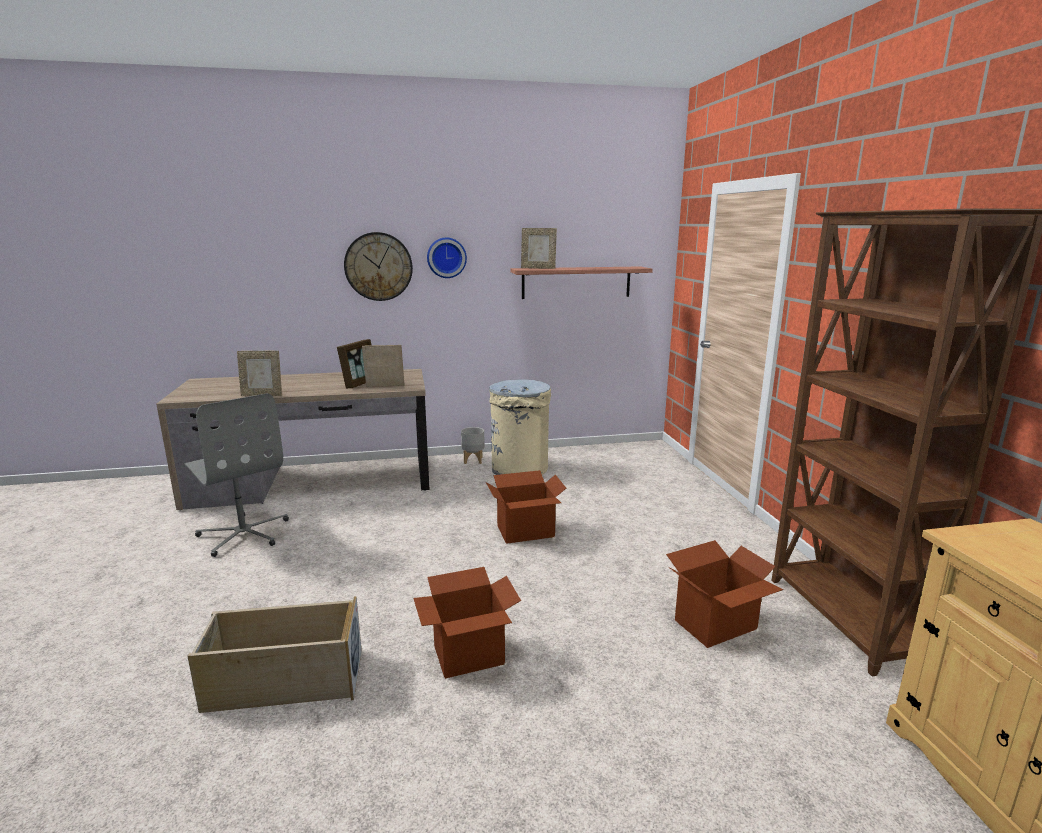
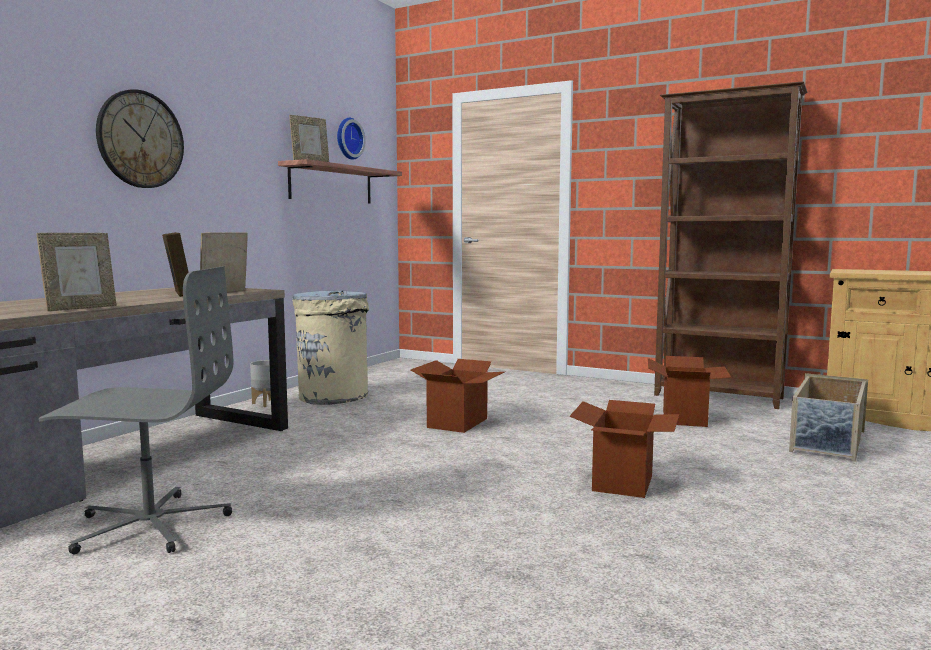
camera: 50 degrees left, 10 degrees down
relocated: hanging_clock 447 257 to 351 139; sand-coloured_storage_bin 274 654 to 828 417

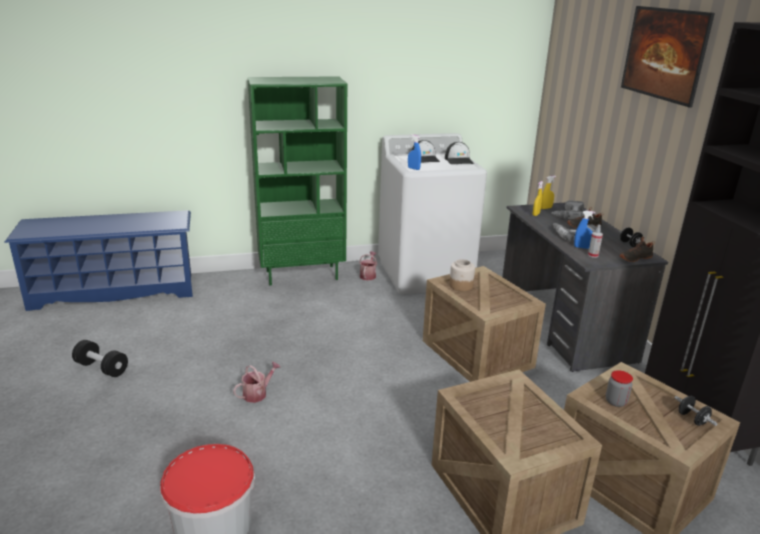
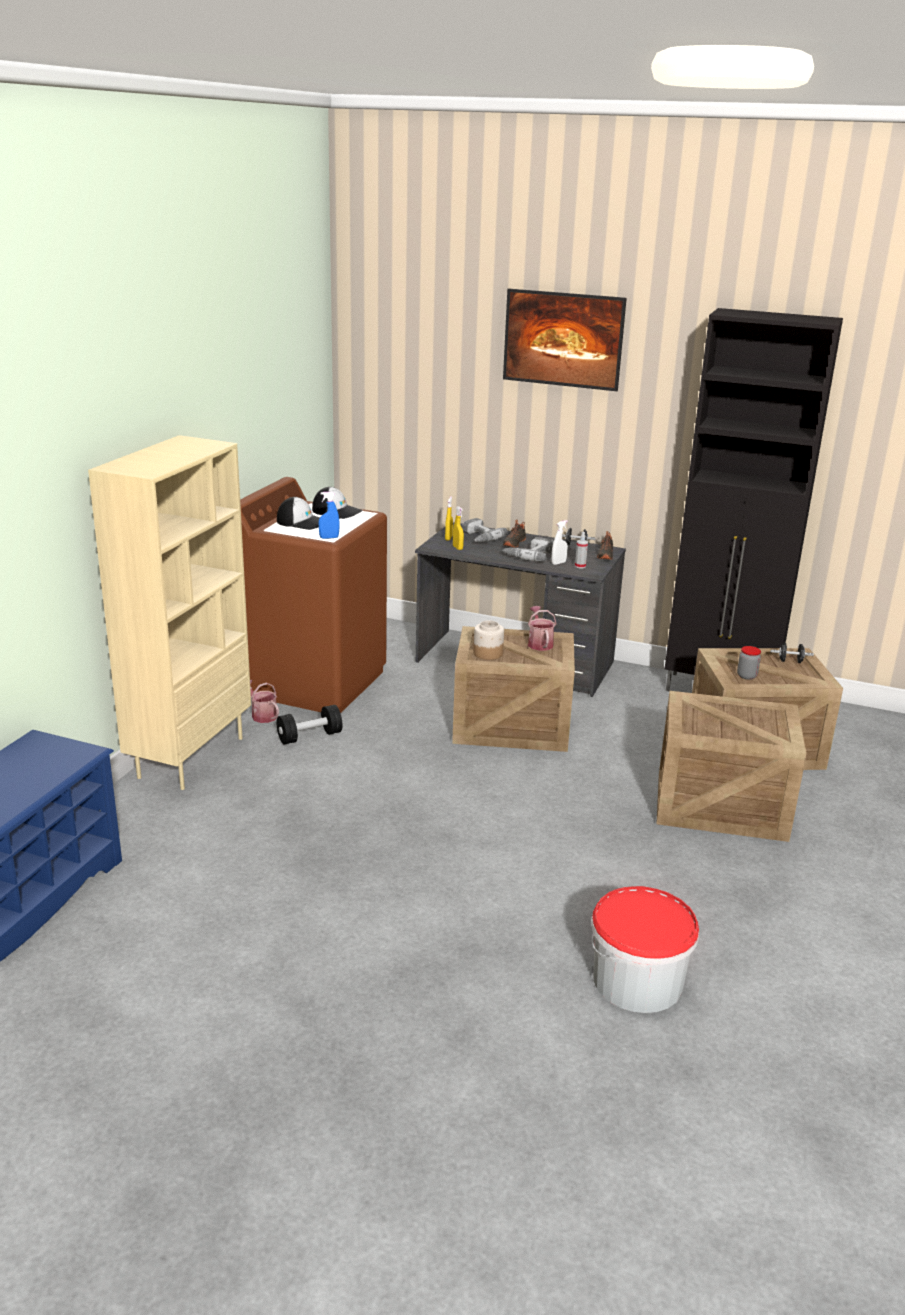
camera: 55 degrees left, 0 degrees up
relocated: black-coloured_hand_weight 100 358 to 309 724; watering_can 257 382 to 542 628
colour: greenish_shelving_unit 297 181 to sand-coloured_shelving_unit 169 612; white-coloured_laundry_machine 432 213 to brown-coloured_laundry_machine 313 595; blue-coloured_spray_bottle 585 230 to white-coloured_spray_bottle 560 542

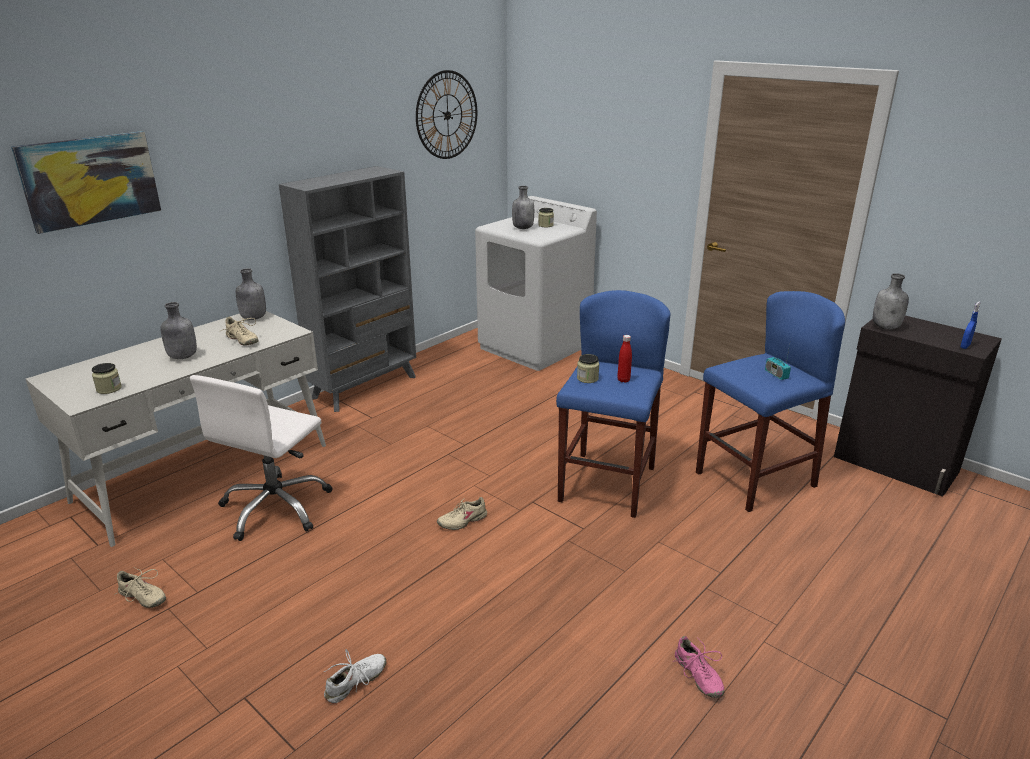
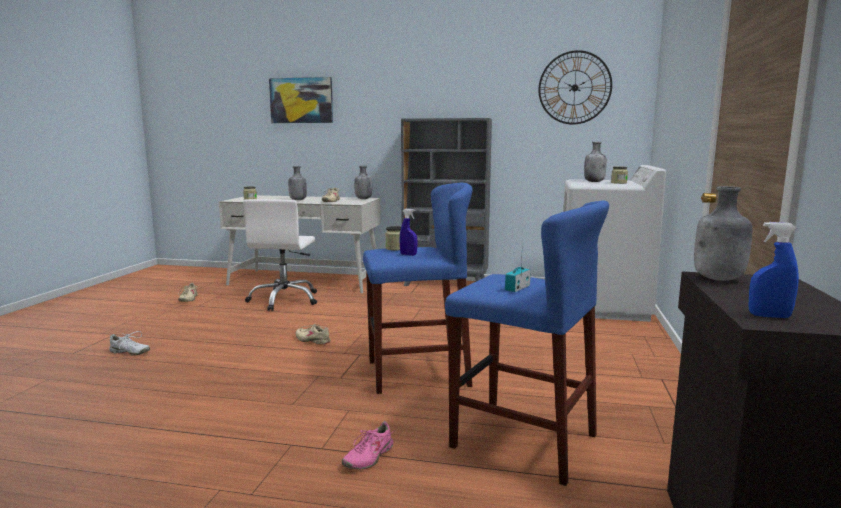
camera: 60 degrees right, 15 degrees down
relocated: pink_shoe 699 667 to 368 445
exchanged: red_bottle 624 359 to blue-coloured_spray_bottle 408 232
spun: white-coloured_office_chair 261 458 = 280 255 75 degrees counterclockwise

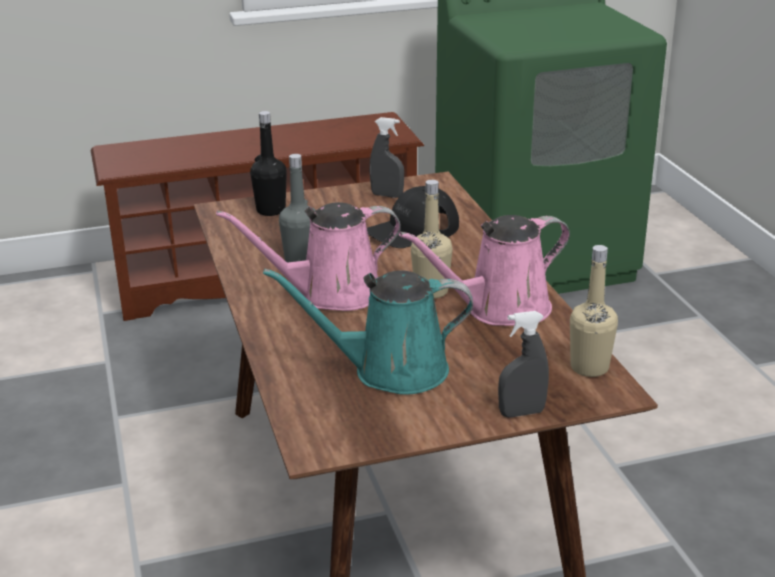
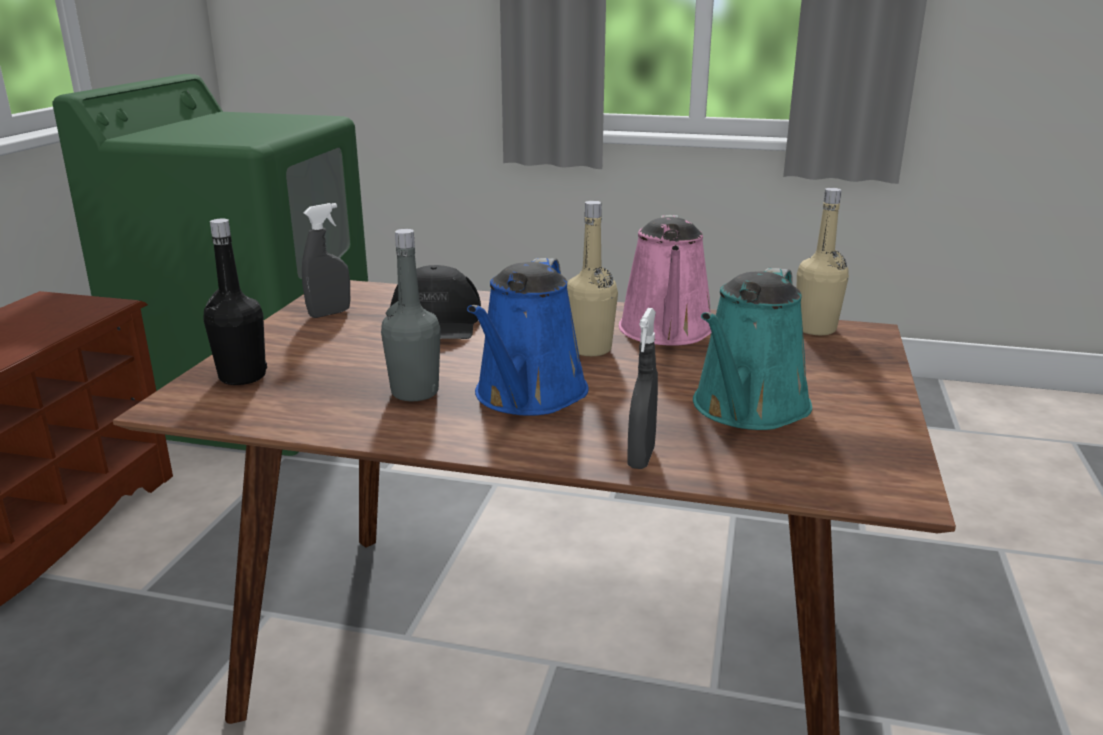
camera: 60 degrees left, 5 degrees down
relocated: grey_spray_bottle 523 364 to 642 388
colour: pink_watering_can 308 256 to blue-coloured_watering_can 528 337

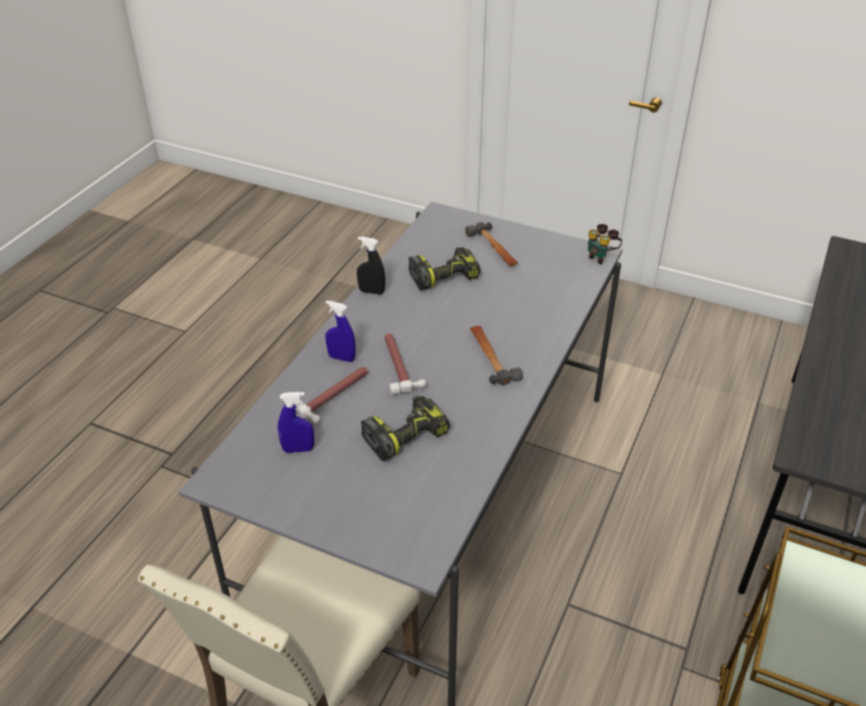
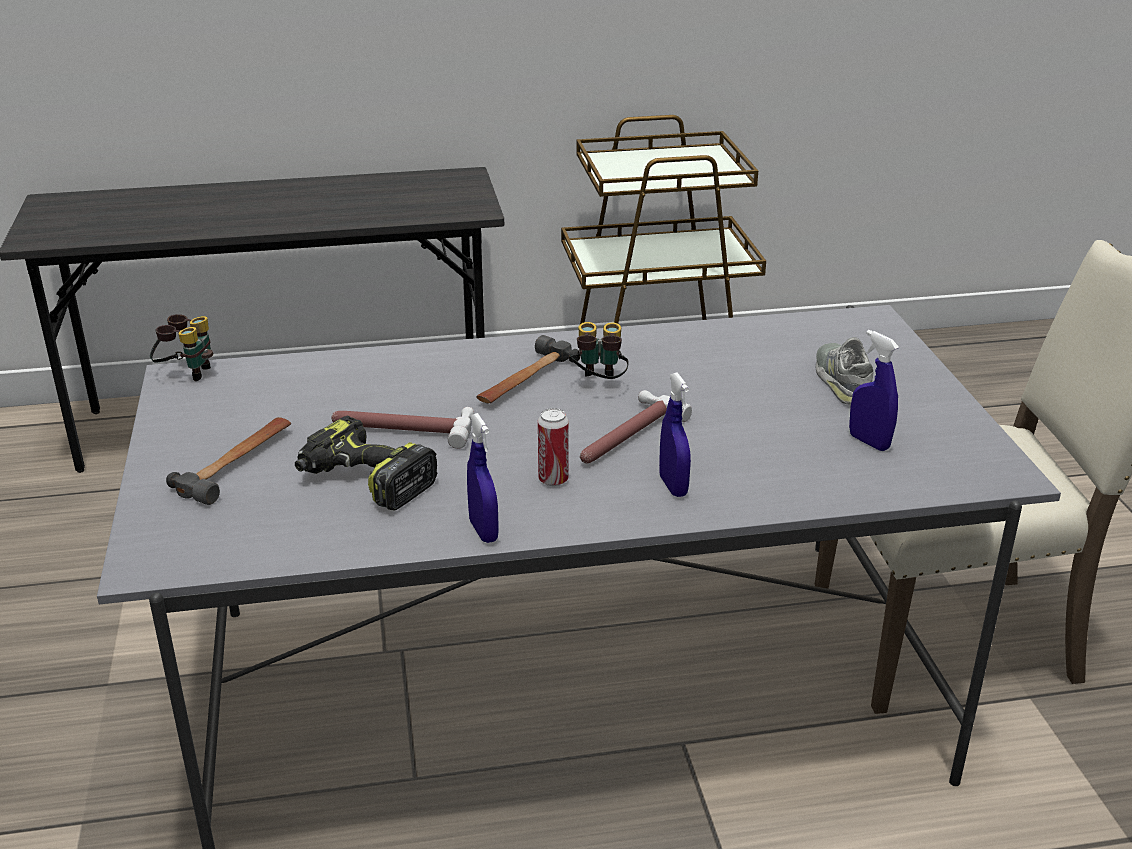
camera: 125 degrees left, 10 degrees down
missing: power_drill 405 428
appeared: sealed_can 553 447; binoculars 599 350; grey_shoe 845 371
relocated: hand_hammer 331 395 to 402 428
colour: black-coloured_spray_bottle 371 266 to blue-coloured_spray_bottle 483 478

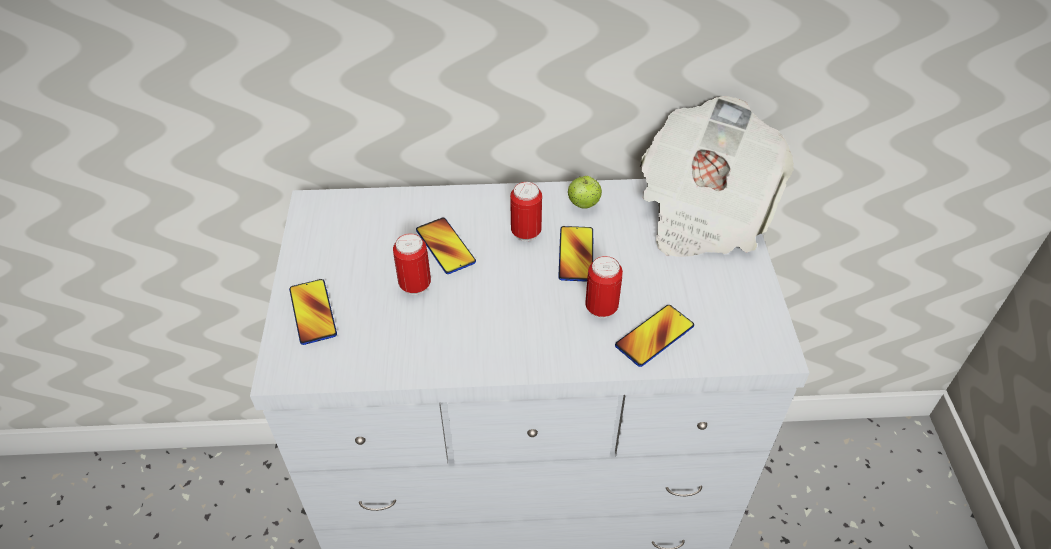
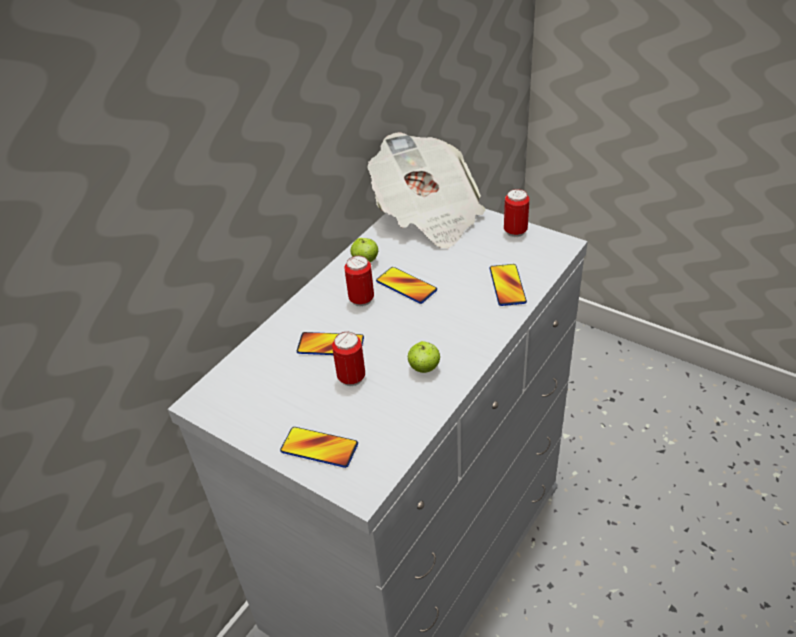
camera: 50 degrees left, 5 degrees down
appeared: apple 424 357
relocated: sealed_can 604 287 to 516 213

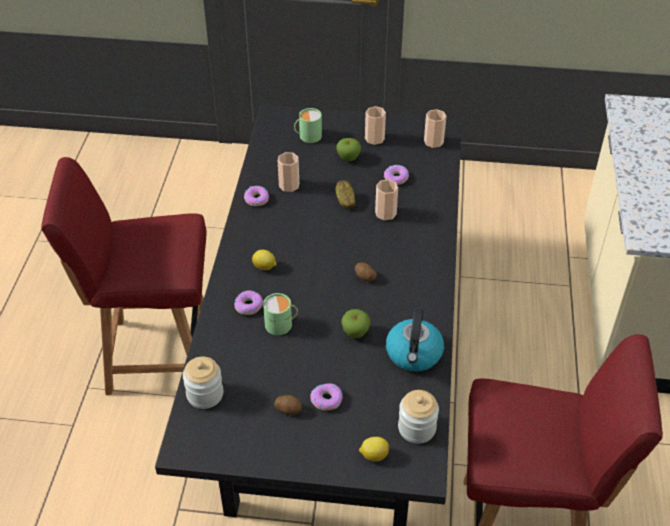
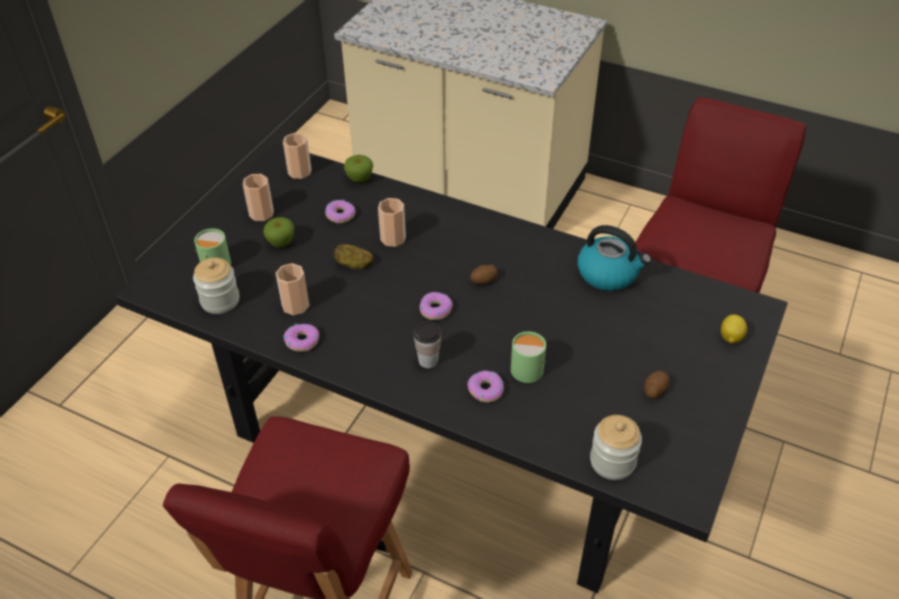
camera: 70 degrees left, 0 degrees up
relocated: jar 418 417 to 216 286; apple 356 323 to 358 168; doughnut 326 396 to 436 306
exchanged: whole_lemon 264 260 to small_cup 427 344

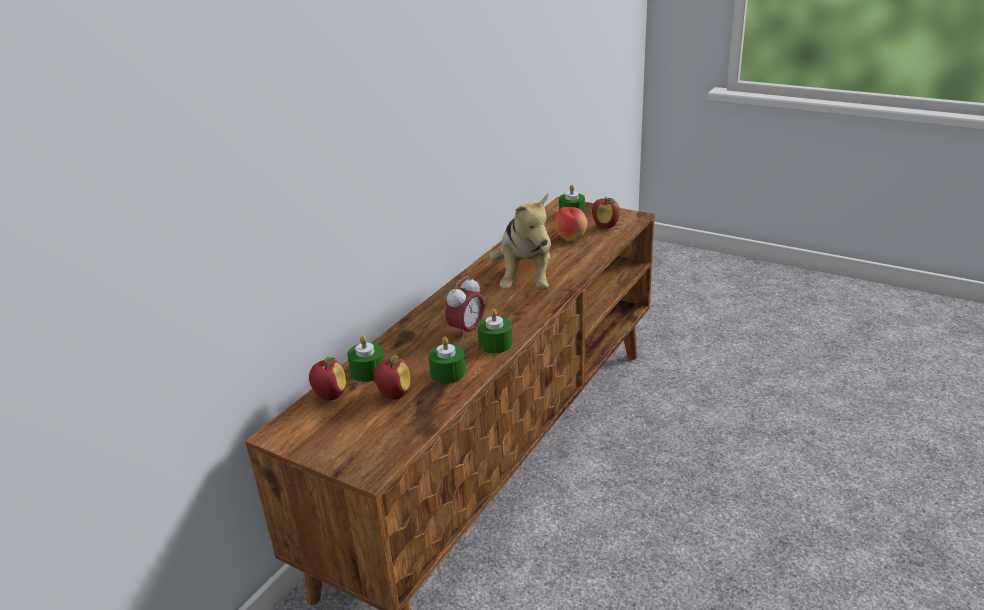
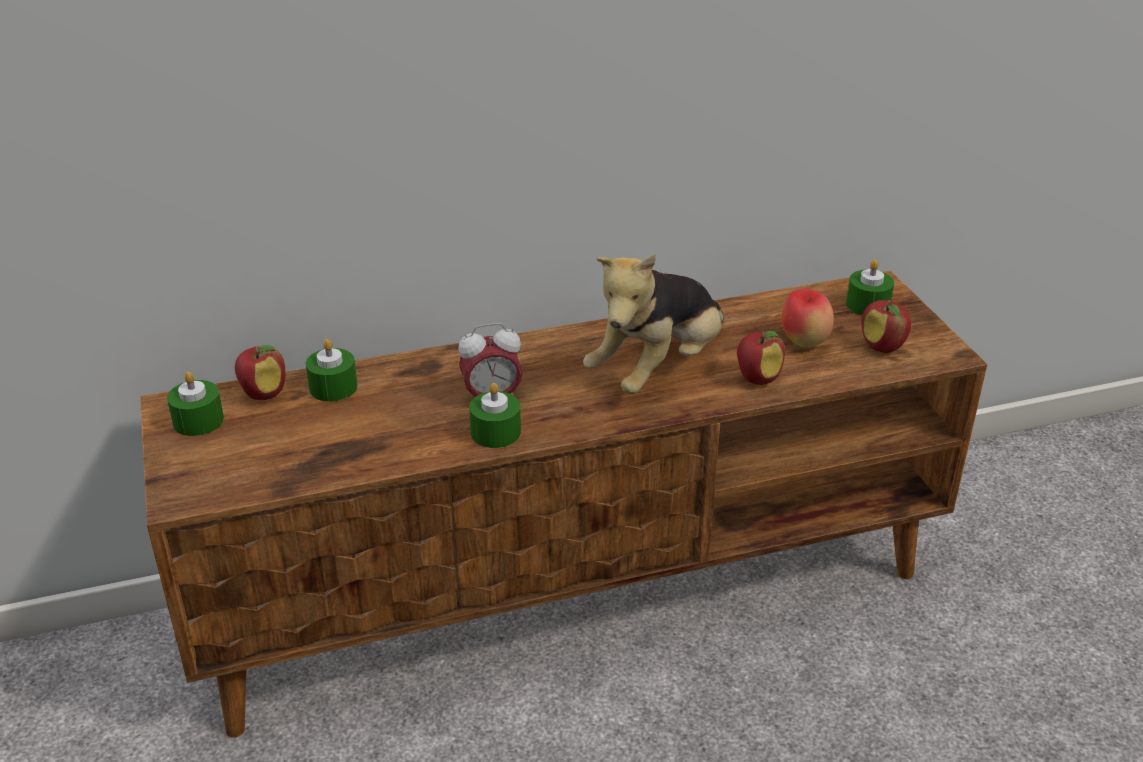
camera: 40 degrees right, 5 degrees up
relocated: greenish_wax_candle 447 360 to 195 403; apple 392 377 to 761 358

